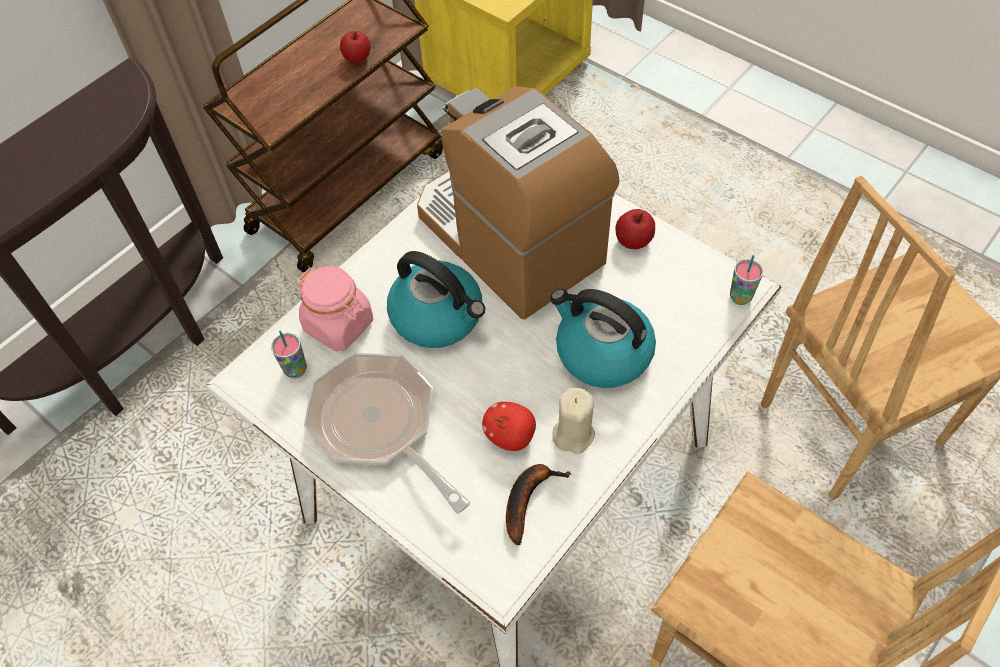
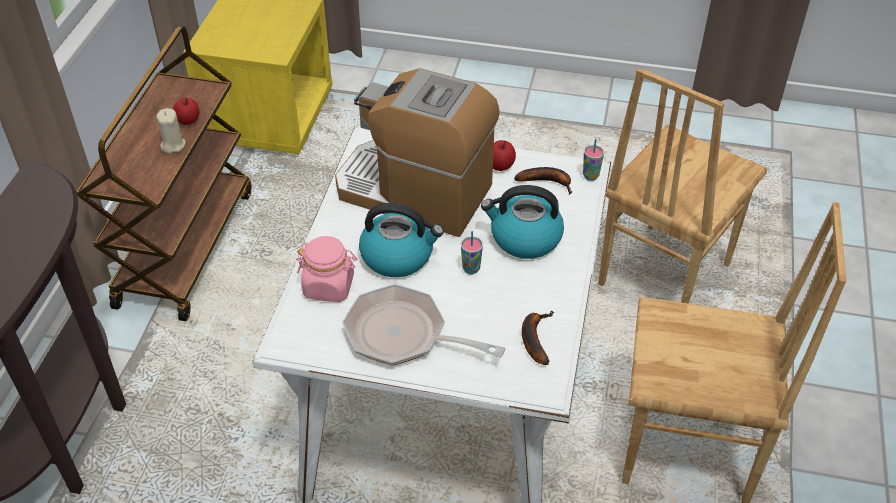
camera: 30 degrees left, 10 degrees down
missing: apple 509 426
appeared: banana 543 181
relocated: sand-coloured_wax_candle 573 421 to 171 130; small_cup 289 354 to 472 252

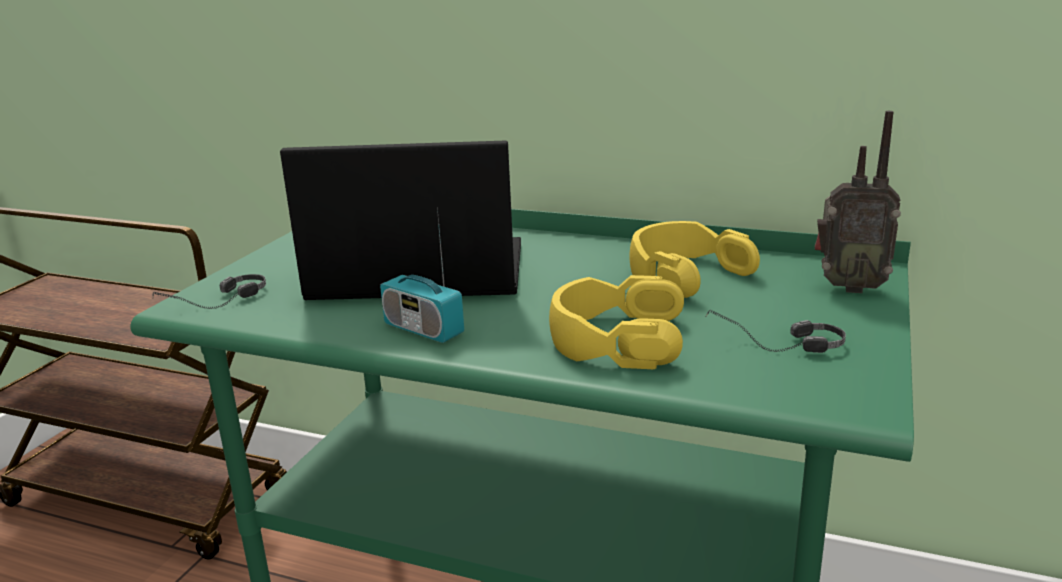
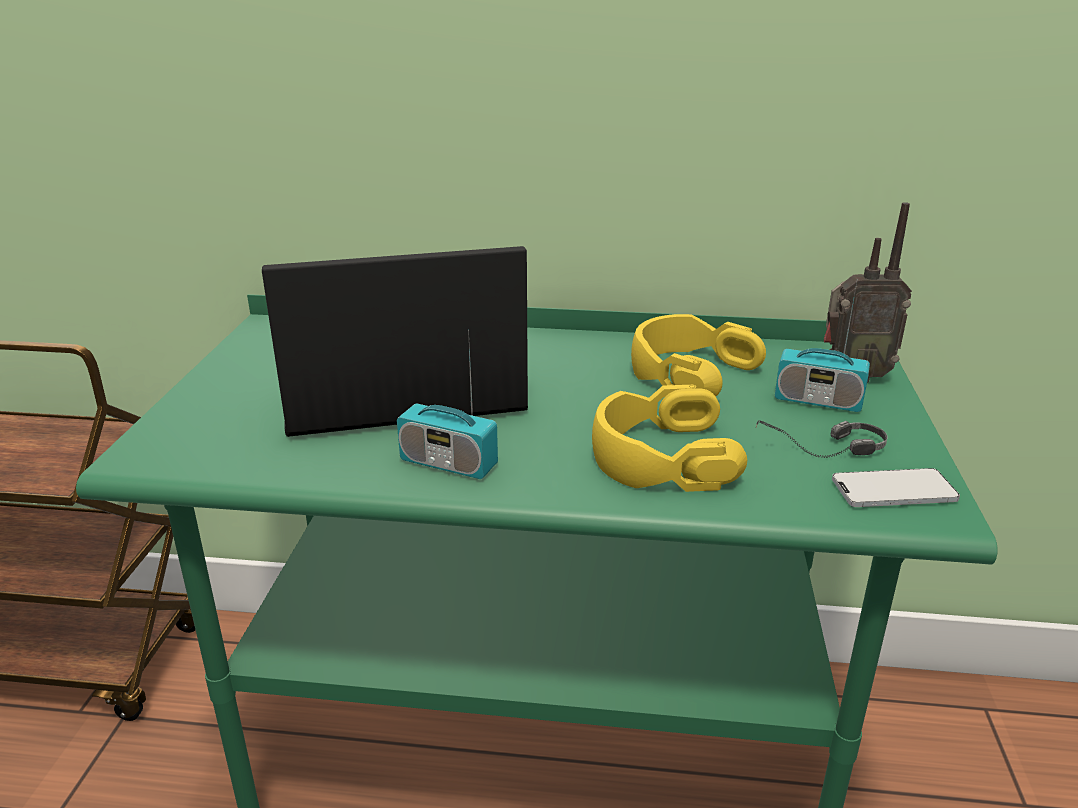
camera: 15 degrees left, 5 degrees up
missing: headphones 209 291
appeared: radio_set 822 347; phone 896 487

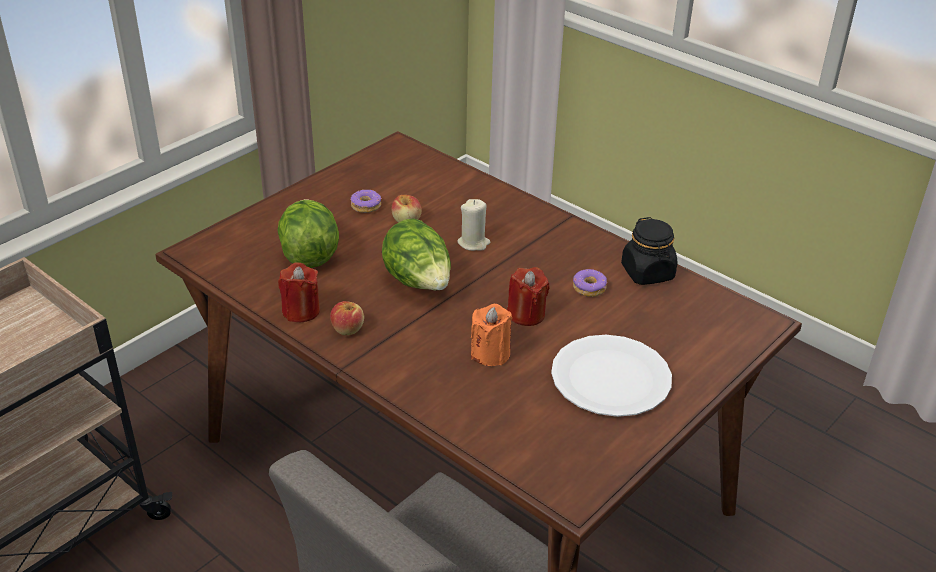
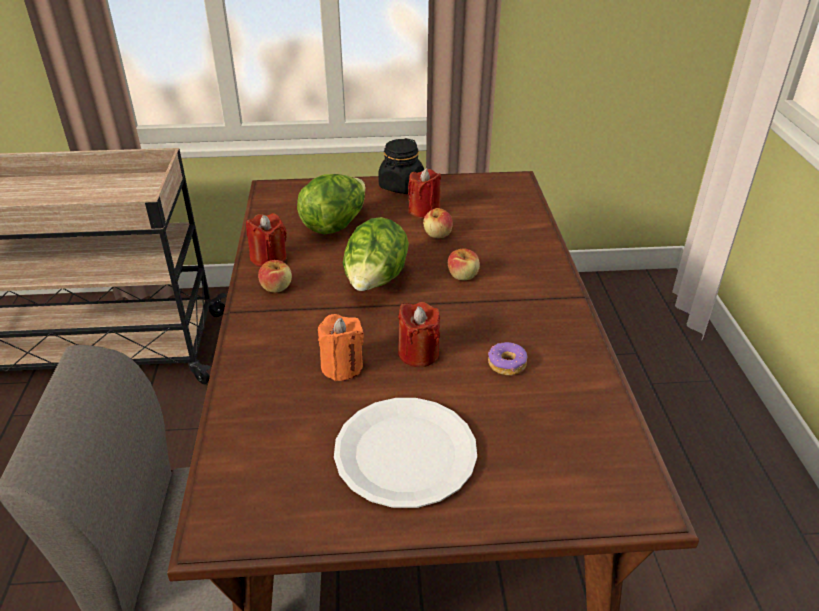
camera: 45 degrees right, 0 degrees up
relocated: black-coloured_jar 649 251 to 401 166
exchanged: doughnut 366 201 to red_wax_candle 424 193; sand-coloured_wax_candle 473 225 to apple 464 264

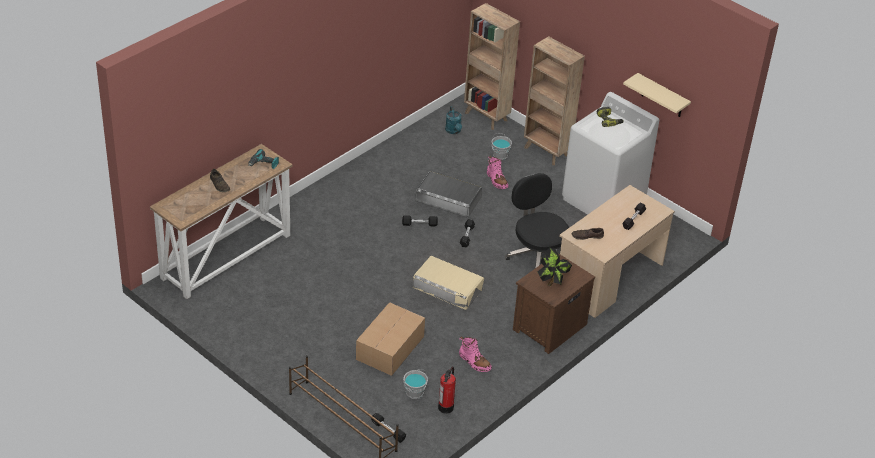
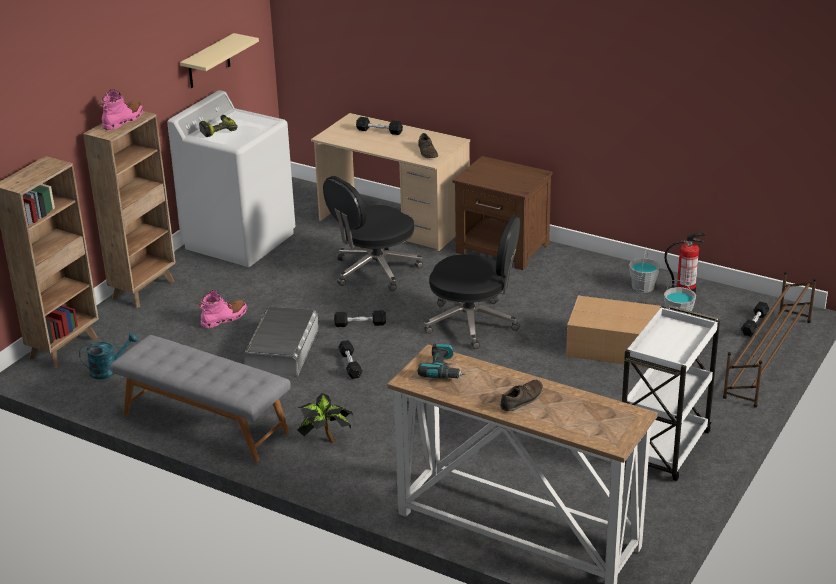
camera: 100 degrees left, 10 degrees down
appeared: grey_indoor_bench 200 398; white-coloured_cart 671 393
relocated: pink_boot 475 354 to 121 109; plant_in_a_pot 555 267 to 325 418; grey_bucket 501 146 to 644 272
exchanged: sand-coloured_storage_bin 448 283 to black-coloured_office_chair 472 282

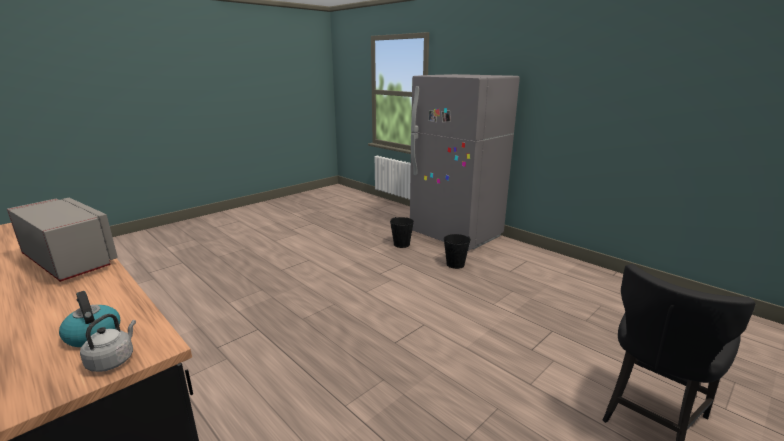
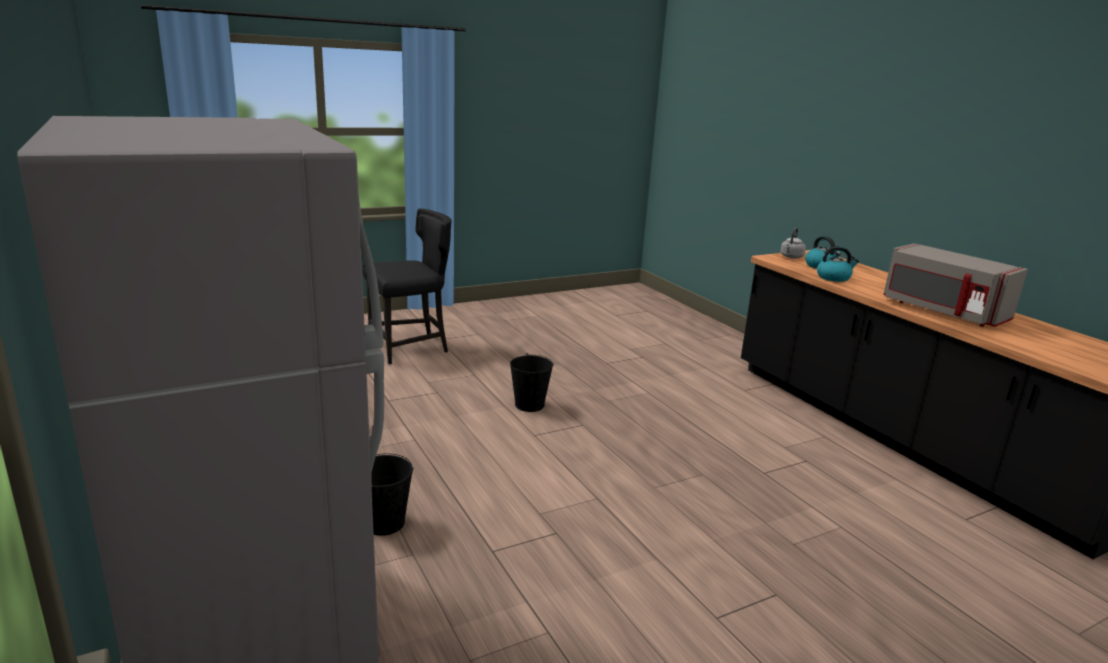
camera: 165 degrees left, 0 degrees up
appeared: tea_kettle 838 264
relocated: black-coloured_bucket 402 232 to 532 382

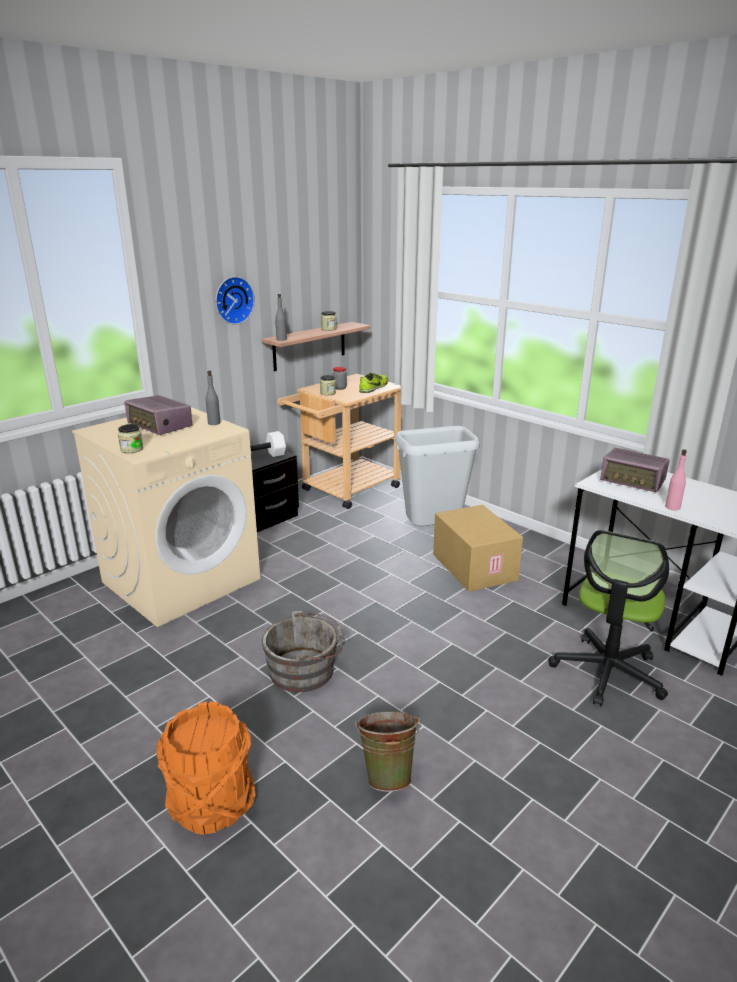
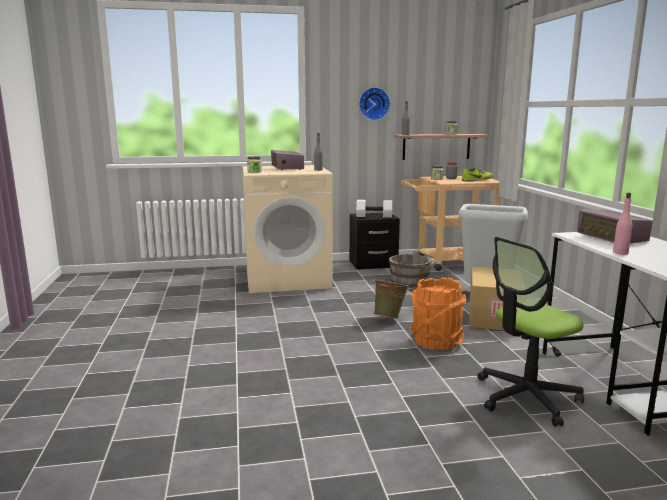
camera: 35 degrees right, 10 degrees down
relocated: greenish_bucket 388 751 to 391 298; grey_bucket 303 651 to 412 269; orange_bucket 206 768 to 438 314

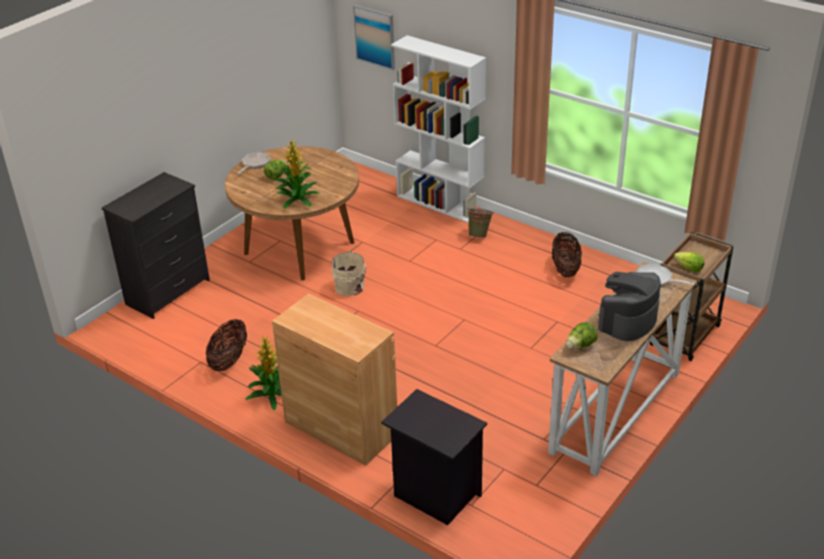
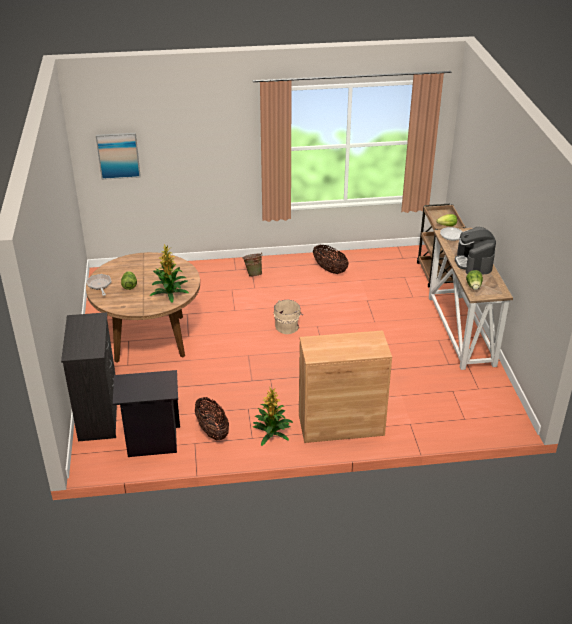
camera: 45 degrees left, 0 degrees up
missing: white-coloured_shelving_unit 438 129
relocated: black-coloured_night_table 434 457 to 146 413; sand-coloured_bucket 349 273 to 288 317

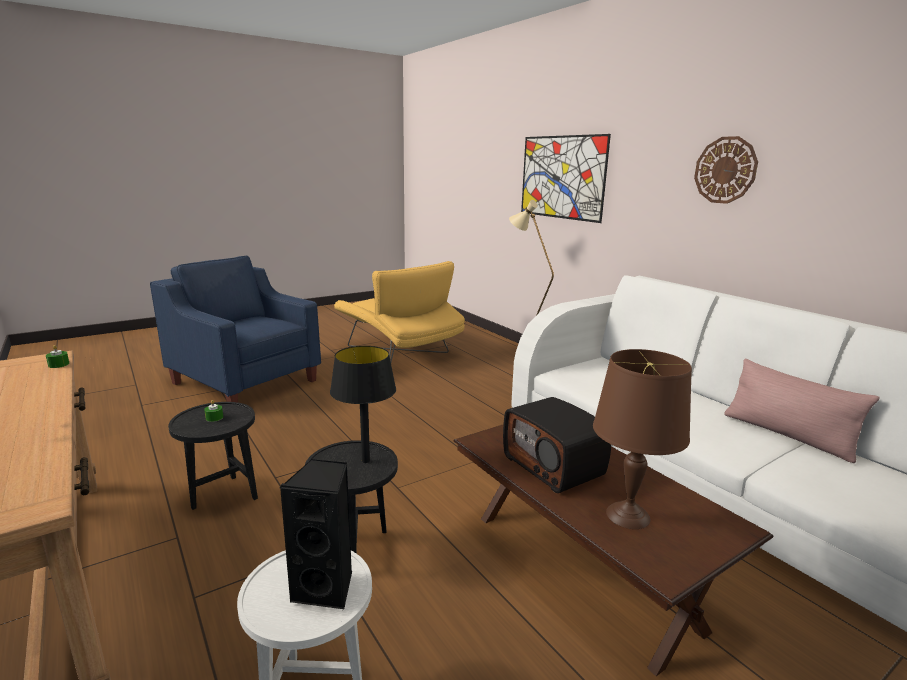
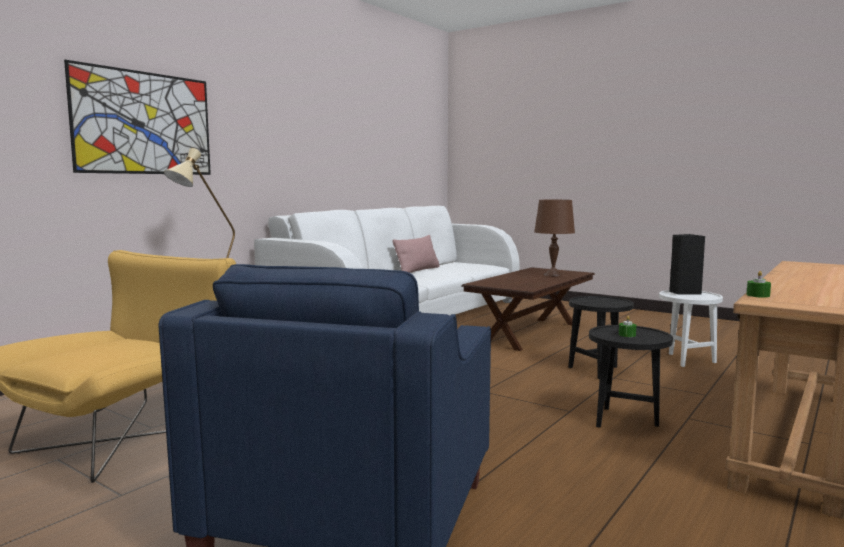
camera: 110 degrees left, 10 degrees down
missing: black-coloured_tabletop_lamp 363 404; radio_set 557 445; hanging_clock 726 170

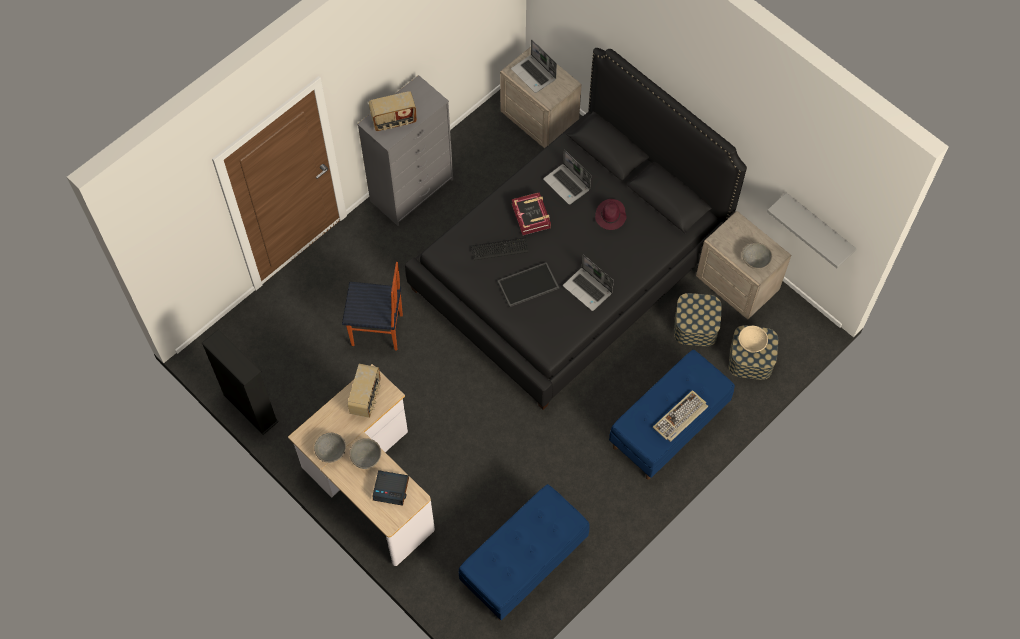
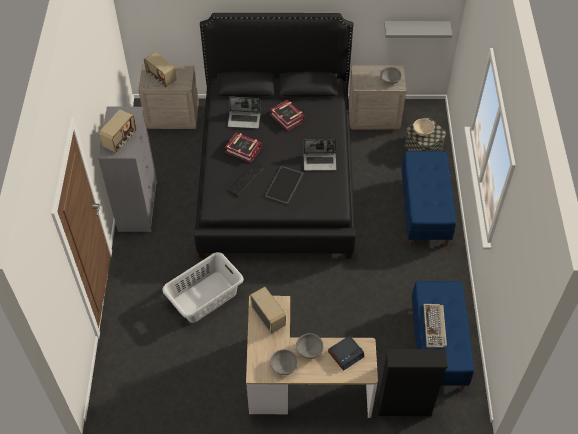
camera: 45 degrees left, 10 degrees down
missing: storage_bin 698 320
relocated: black-coloured_shelving_unit 240 382 to 412 382; keyboard 680 416 to 435 326
exchanged: notebook_computer 534 66 to radio_set 160 69; plain_chair 372 306 to grey_laundry_basket 203 287; purple-coloured_clothing_hat 611 214 to bound_book 287 115

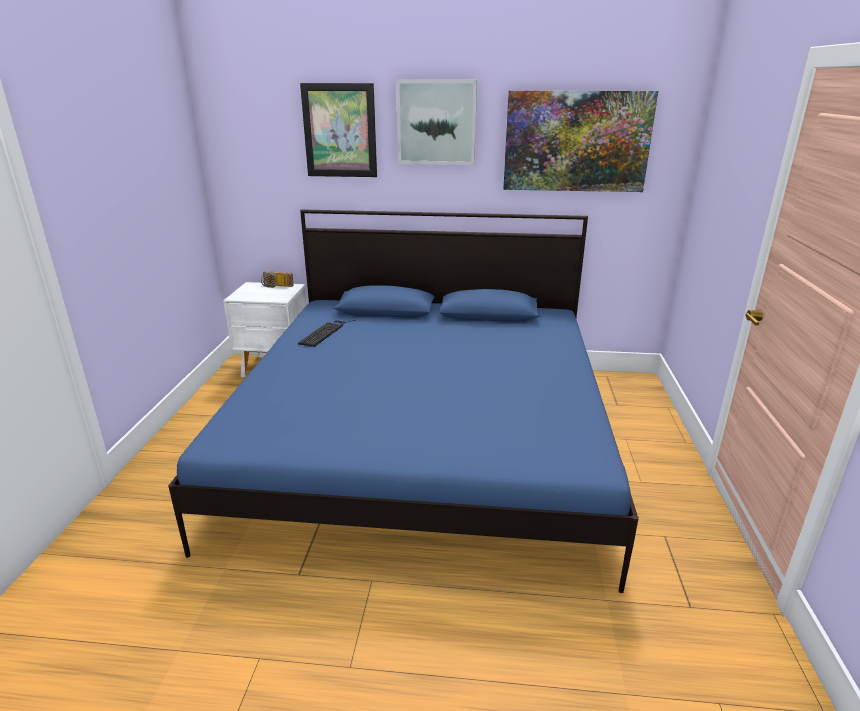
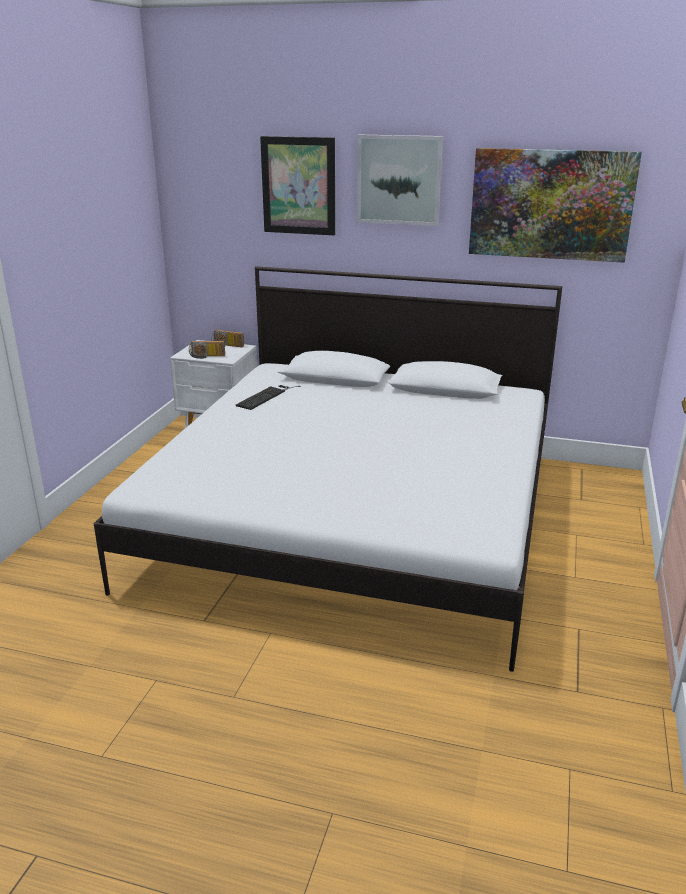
camera: 10 degrees right, 0 degrees up
appeared: radio_set 207 350
colour: blue-coloured_bed 403 401 to white-coloured_bed 328 469

